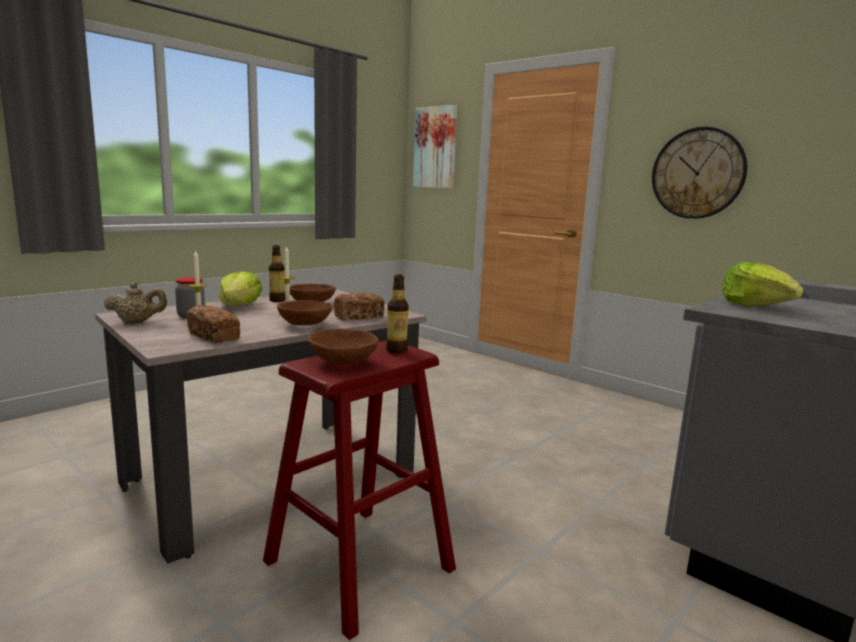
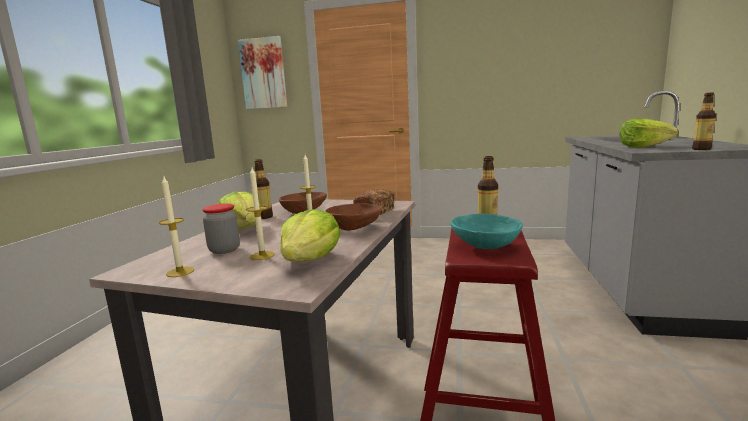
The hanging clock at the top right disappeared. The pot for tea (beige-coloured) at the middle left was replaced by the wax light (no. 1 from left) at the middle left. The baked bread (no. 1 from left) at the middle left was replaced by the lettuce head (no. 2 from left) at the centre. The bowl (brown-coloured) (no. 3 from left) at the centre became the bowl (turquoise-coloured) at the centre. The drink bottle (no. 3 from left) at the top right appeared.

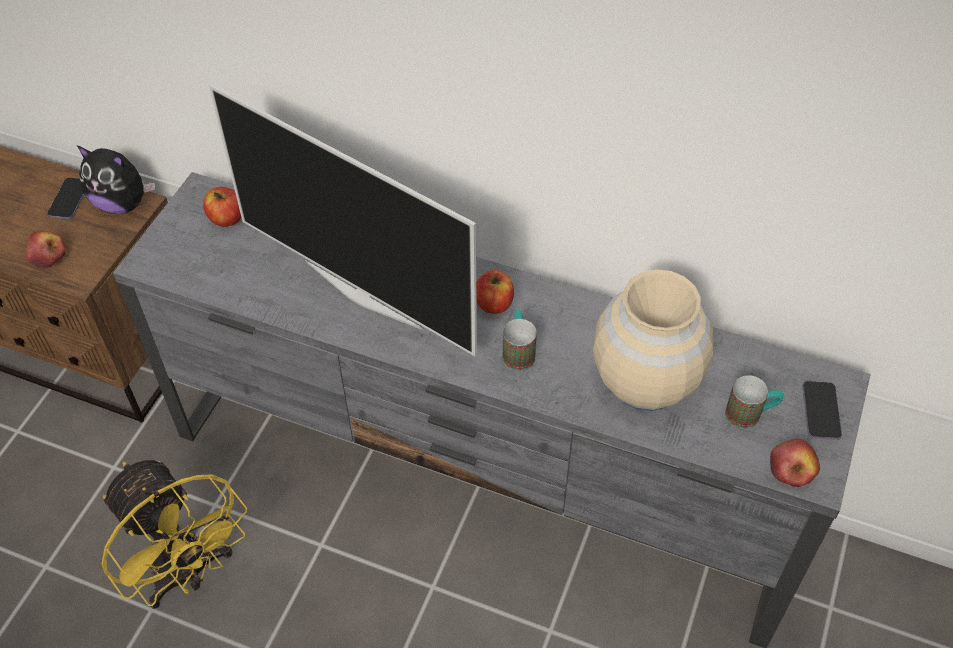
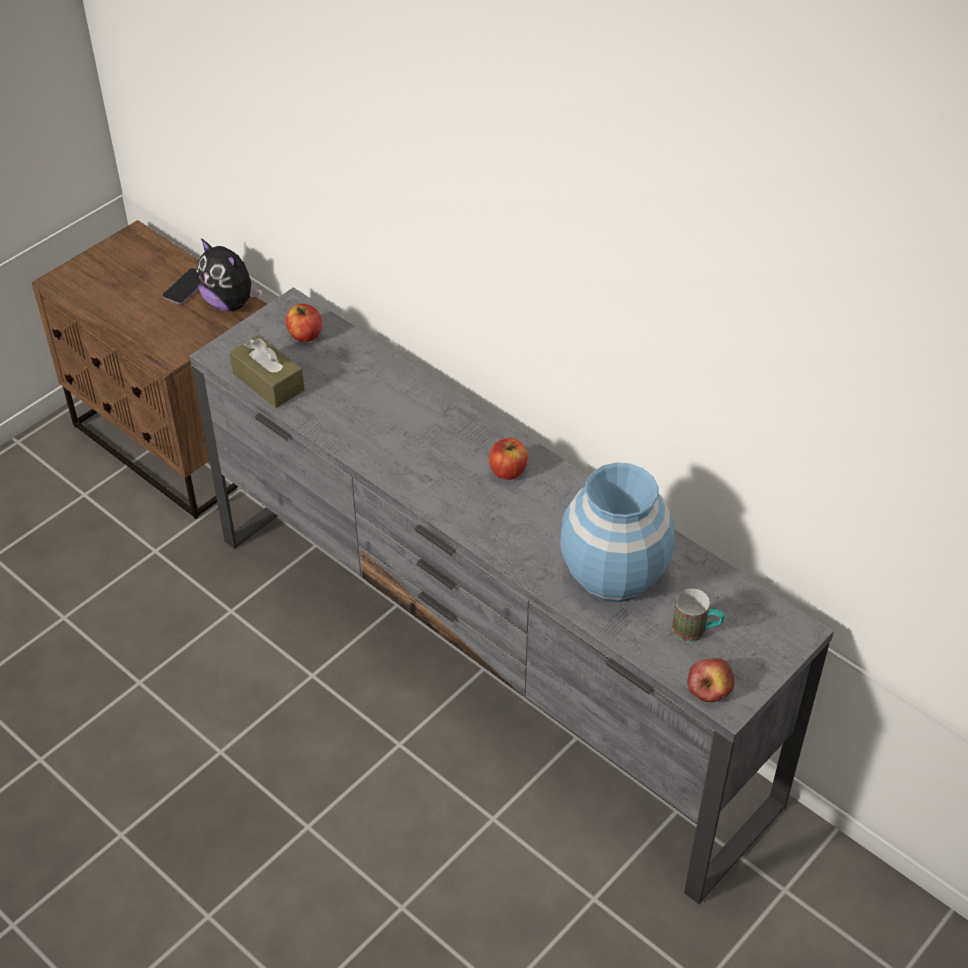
The TV set at the centre disappeared. The apple fruit (no. 1 from left) at the middle left disappeared. The vase (beige-coloured) at the middle right became the vase (blue-coloured) at the centre. The tea mug (no. 1 from left) at the centre disappeared. The telephone (no. 2 from left) at the middle right disappeared. The fan (yellow) at the bottom left disappeared. The tissue holder (brown-coloured) at the middle left appeared.

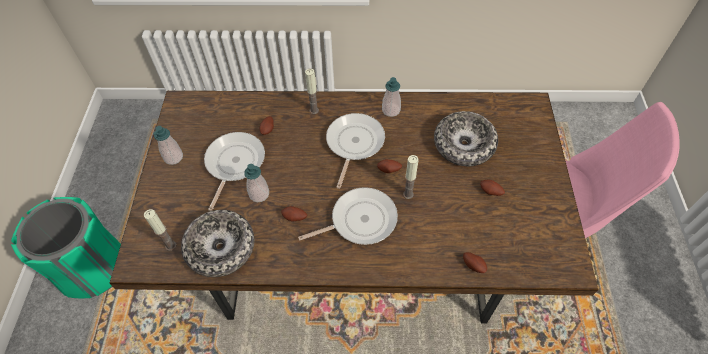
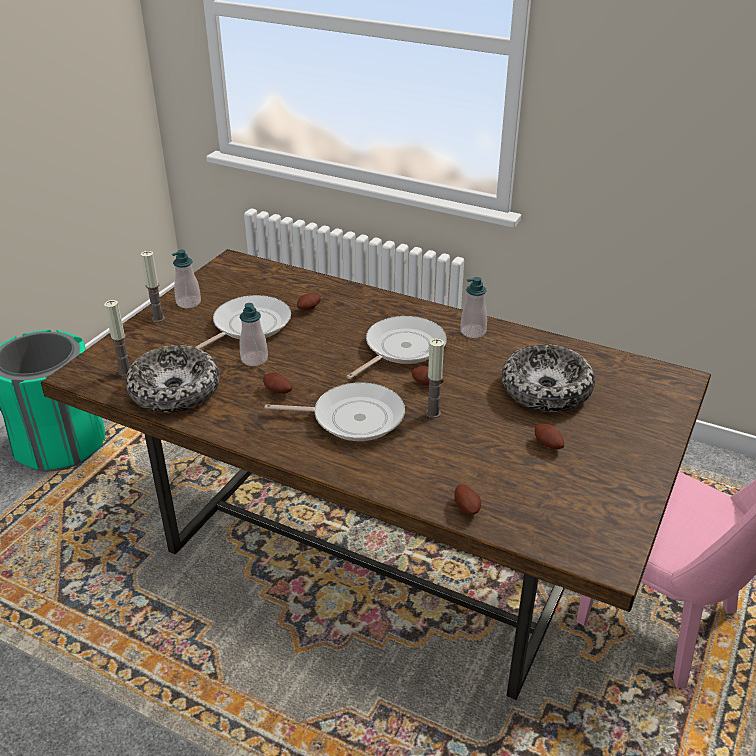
The wax light (no. 2 from left) moved from the top centre to the middle left.

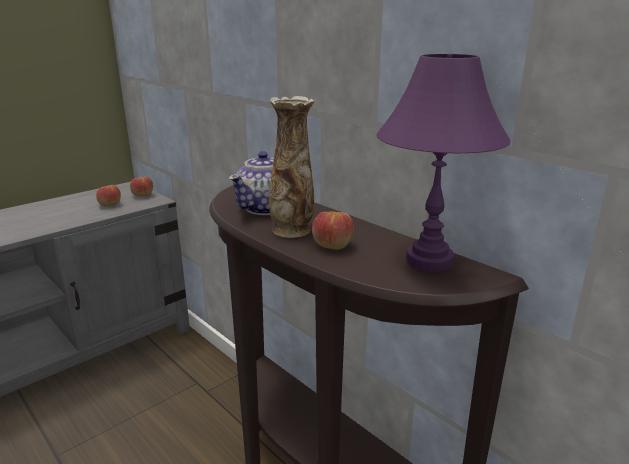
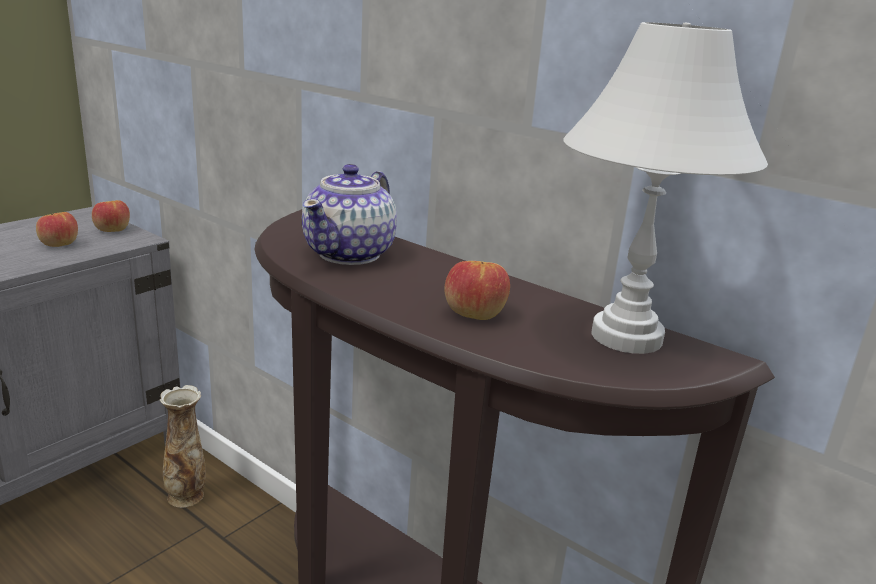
The tabletop lamp (purple-coloured) at the middle right became the tabletop lamp (whitish) at the top right. The vase moved from the centre to the bottom left.

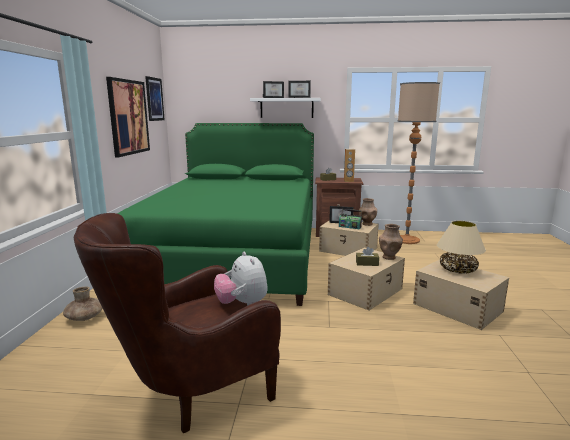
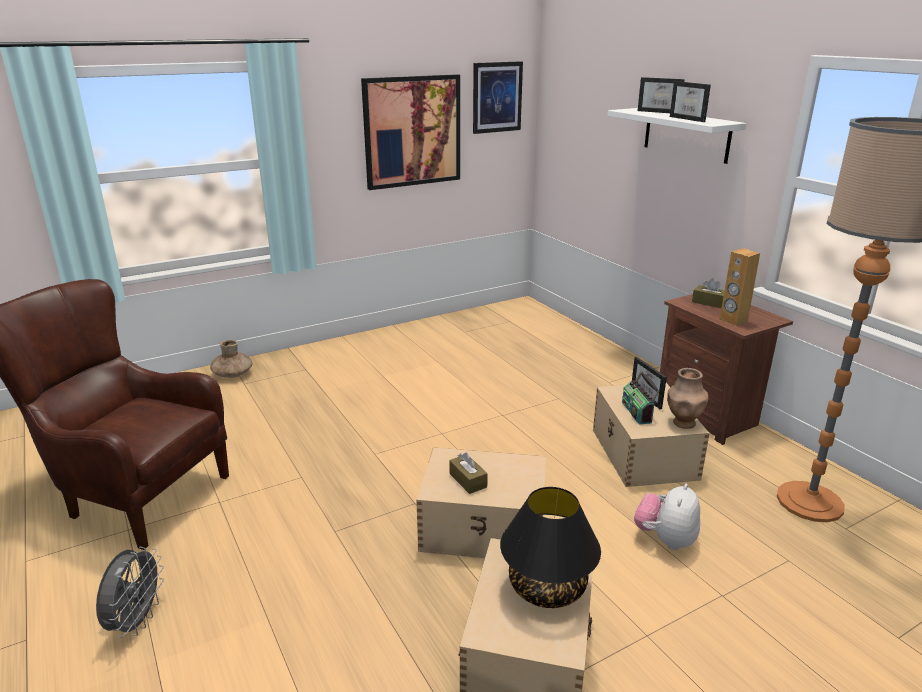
The sleeping bed (greenish) at the centre disappeared. The tabletop lamp (beige-coloured) at the middle right became the tabletop lamp (black) at the bottom centre. The vase (brown-coloured) (no. 3 from left) at the middle right disappeared. The plush toy moved from the centre to the bottom right. The fan (greyish) at the bottom left appeared.

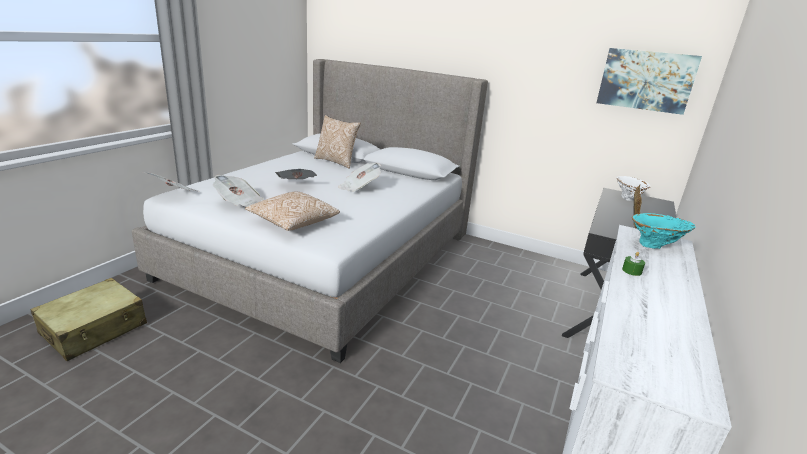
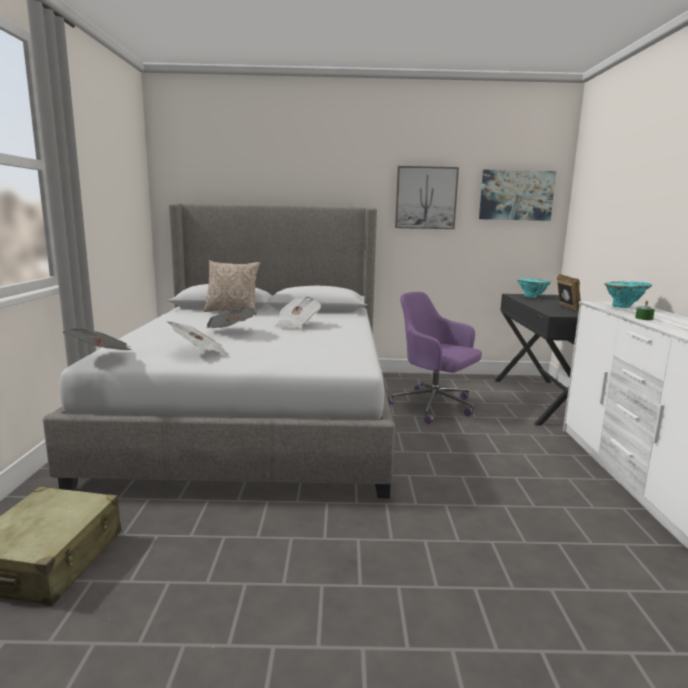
The vase (whitish) at the middle right became the vase (turquoise-coloured) (no. 1 from left) at the middle right. The throw pillow (no. 1 from left) at the centre disappeared. The wall art (no. 1 from left) at the top centre appeared. The computer chair (purple-coloured) at the centre appeared.

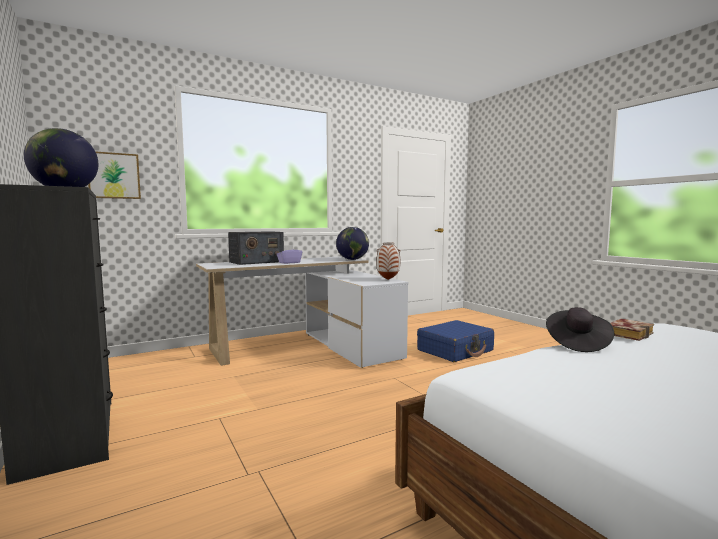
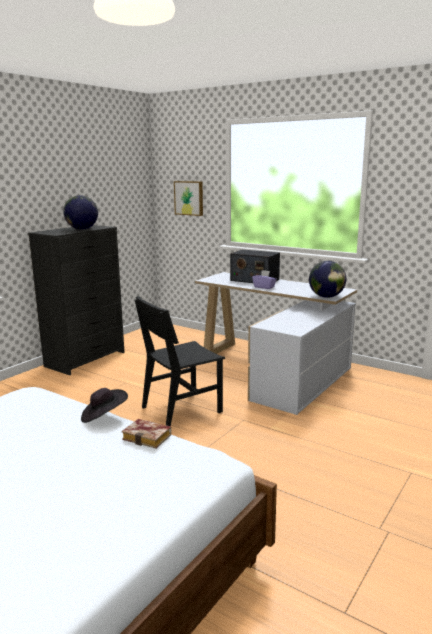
The vase at the centre disappeared. The piece of luggage (blue-coloured) at the centre disappeared. The plain chair (black) at the centre appeared.

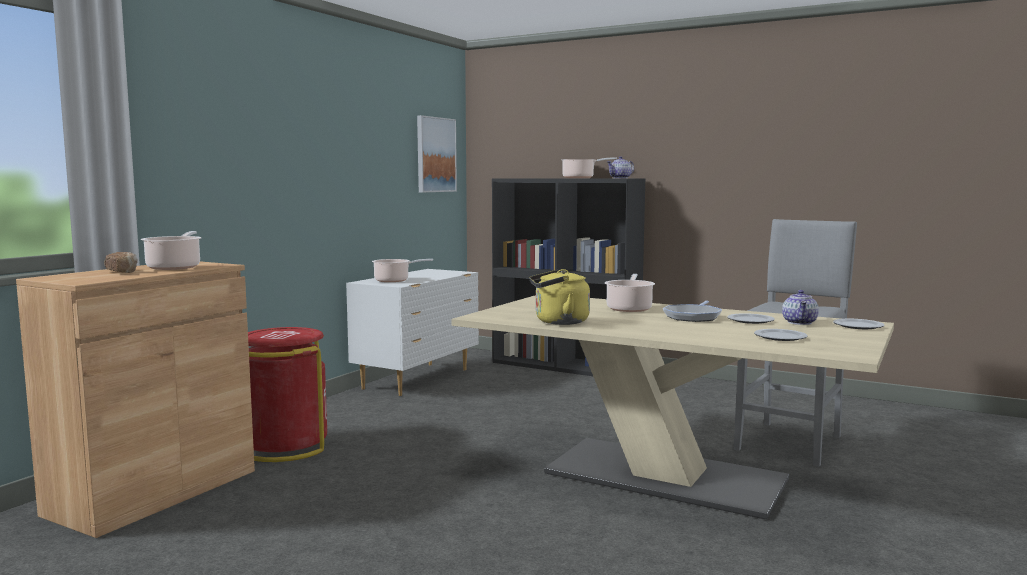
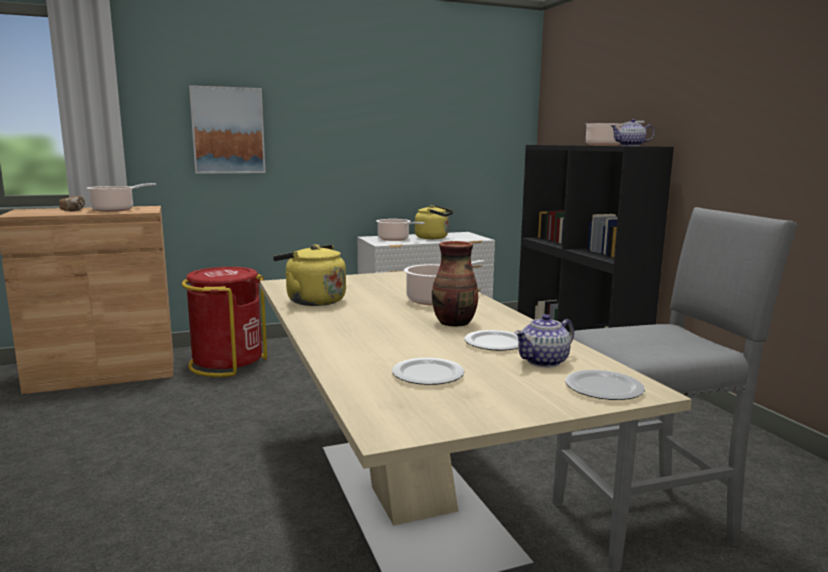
The wall art moved from the top centre to the top left. The pan at the middle right was replaced by the vase at the centre. The water kettle (yellow) (no. 2 from left) at the centre appeared.

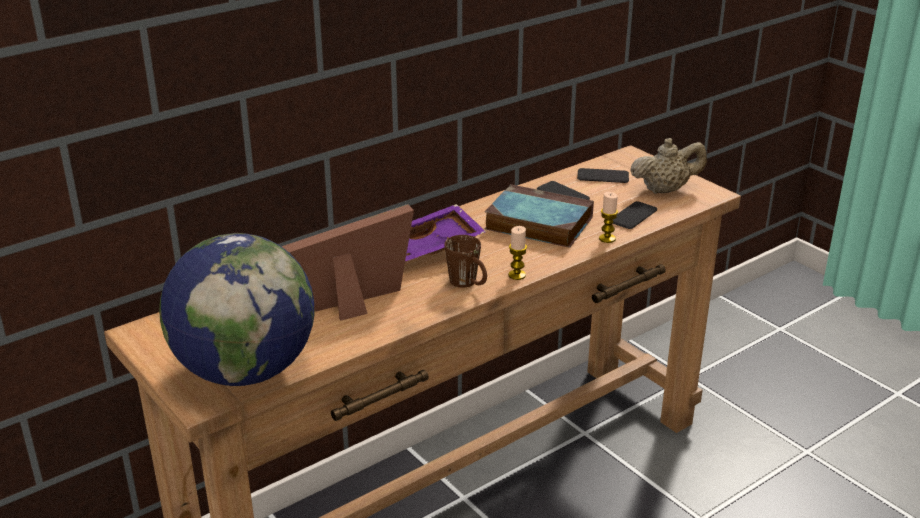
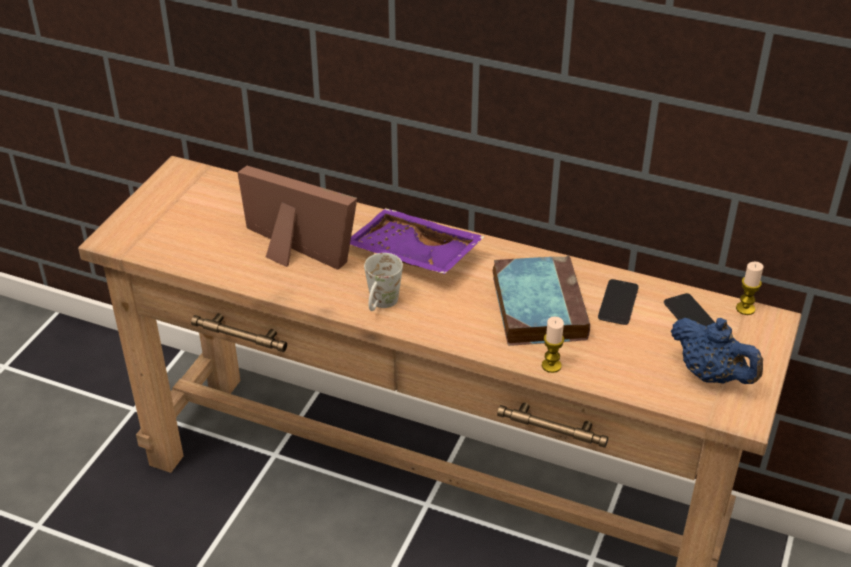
The pot for tea (beige-coloured) at the top right became the pot for tea (blue-coloured) at the middle right. The telephone (no. 3 from left) at the middle right disappeared. The wax light (no. 1 from left in the first image) moved from the centre to the middle right. The desk globe at the middle left disappeared. The tea mug (brown-coloured) at the centre became the tea mug (whitish) at the centre.

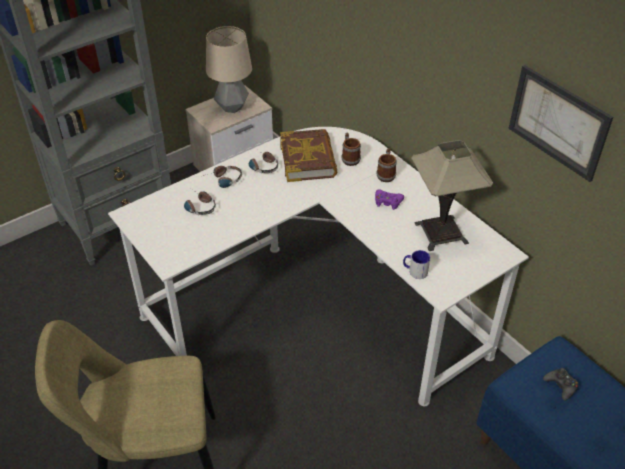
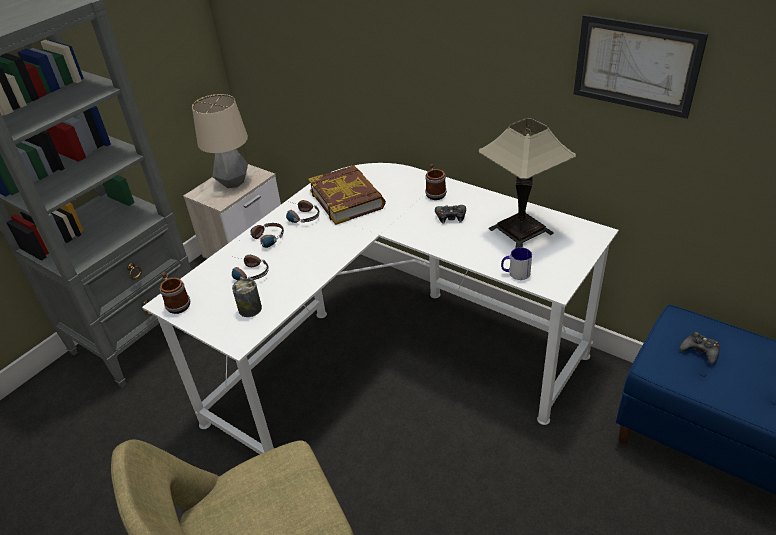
The tea mug (no. 1 from left) moved from the top centre to the middle left. The gamepad (purple-coloured) at the centre became the gamepad (black) (no. 1 from left) at the centre. The sealed can at the middle left appeared.

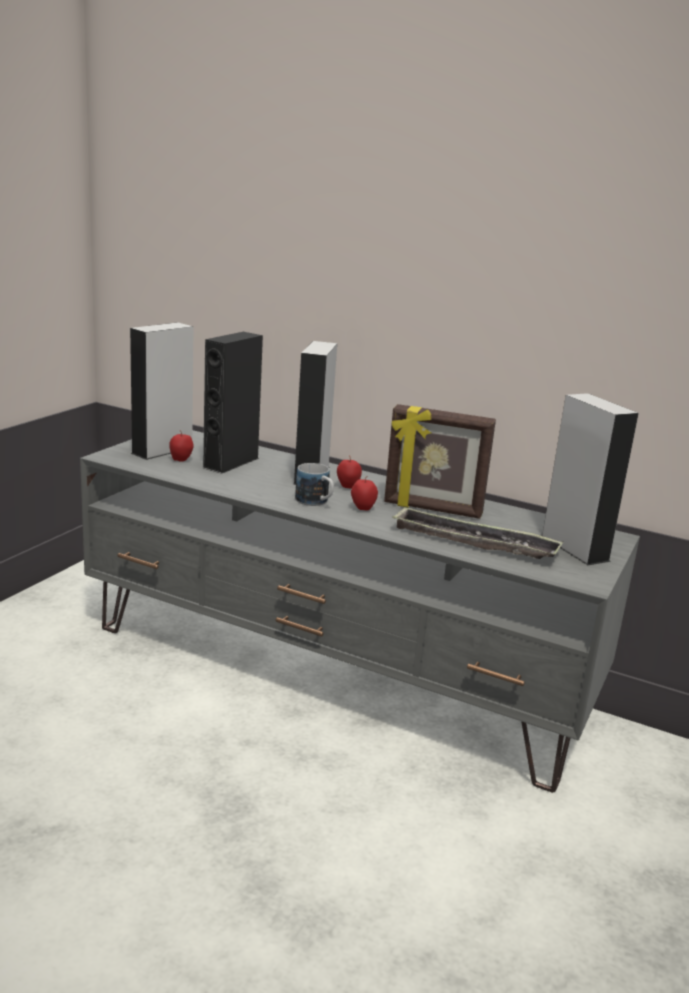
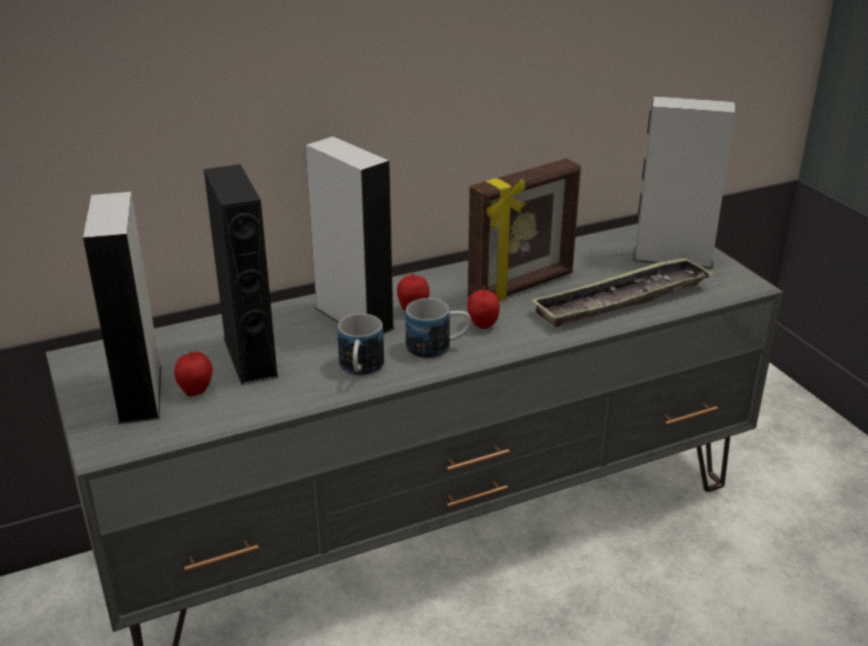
The tea mug (no. 1 from left) at the centre appeared.

